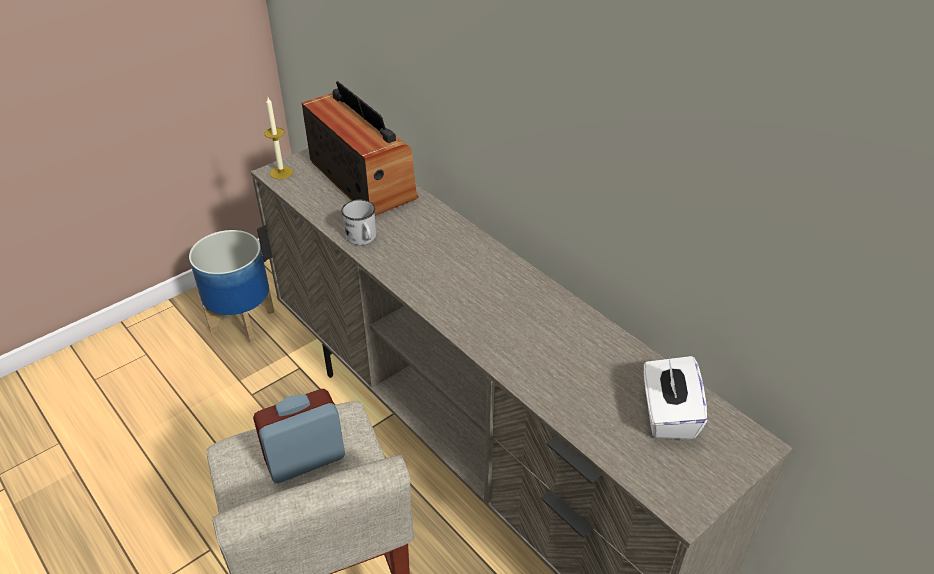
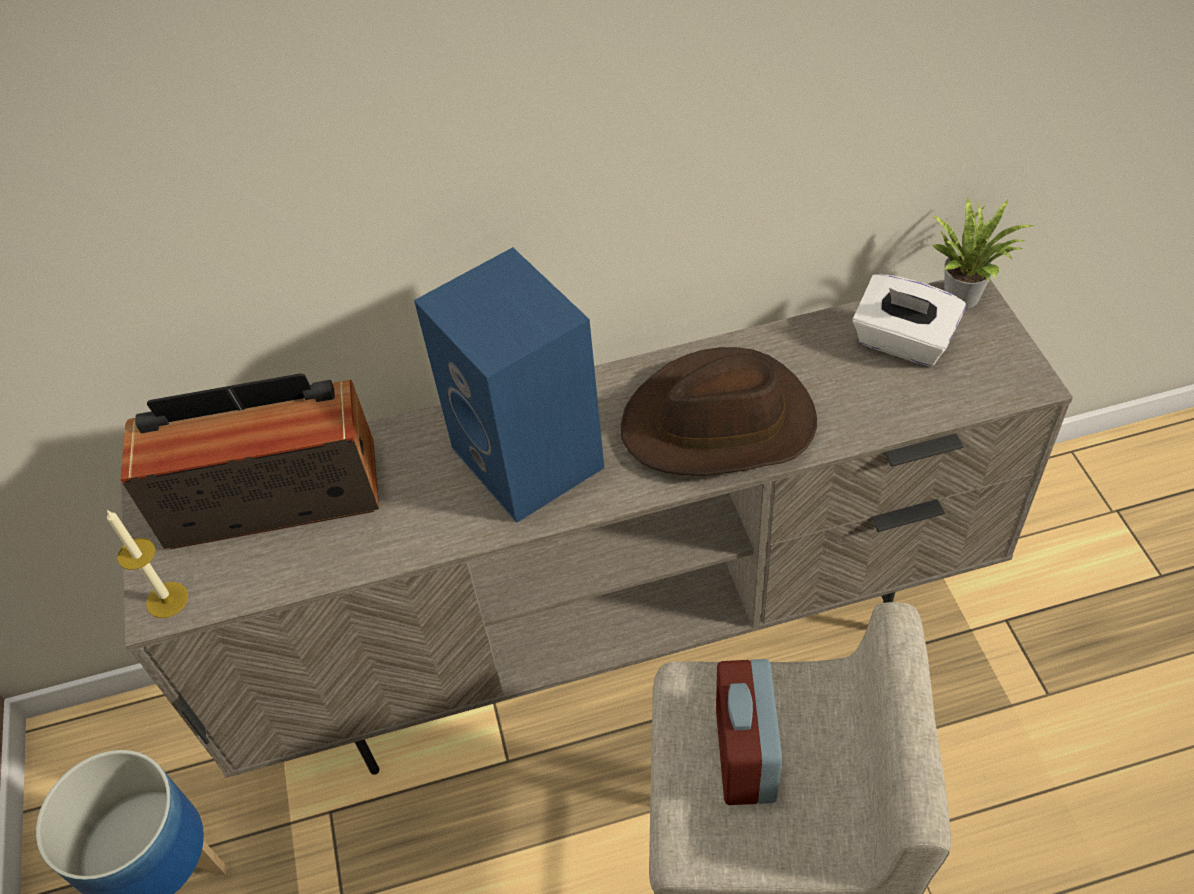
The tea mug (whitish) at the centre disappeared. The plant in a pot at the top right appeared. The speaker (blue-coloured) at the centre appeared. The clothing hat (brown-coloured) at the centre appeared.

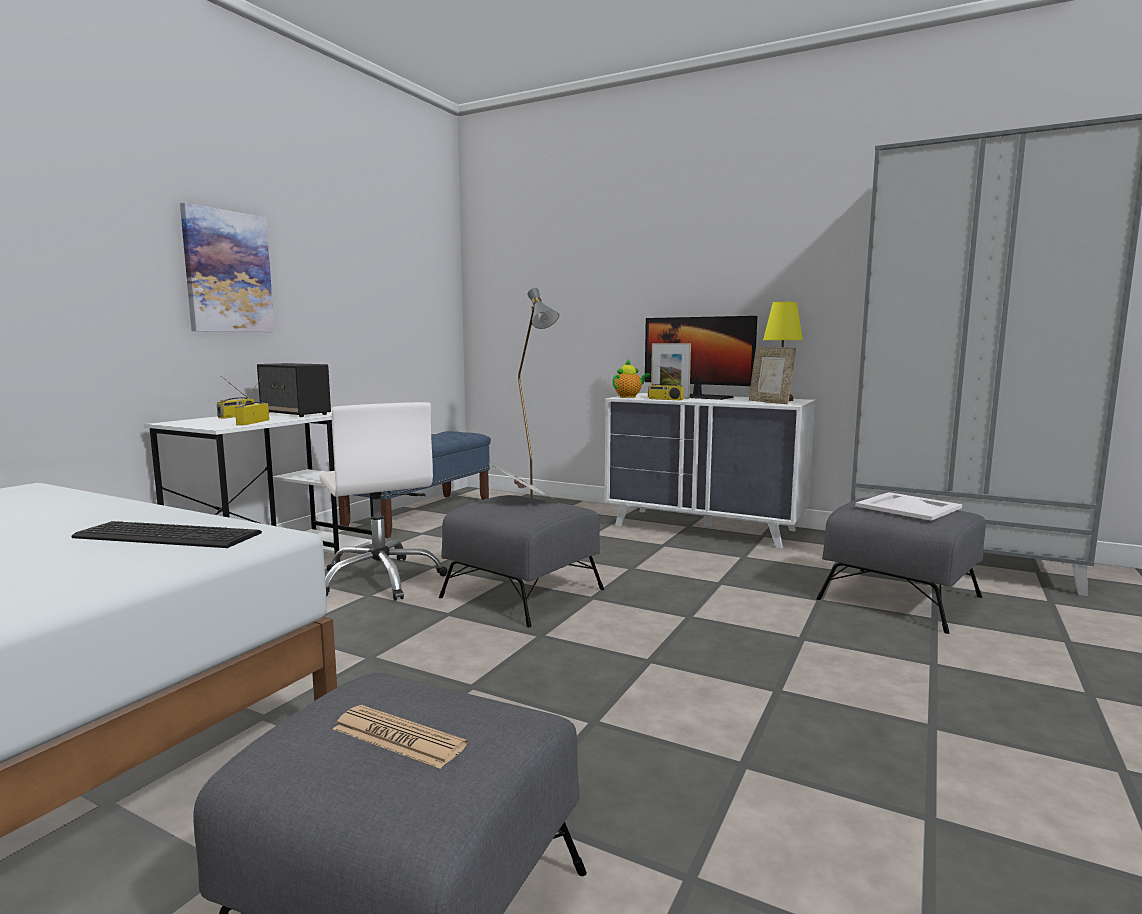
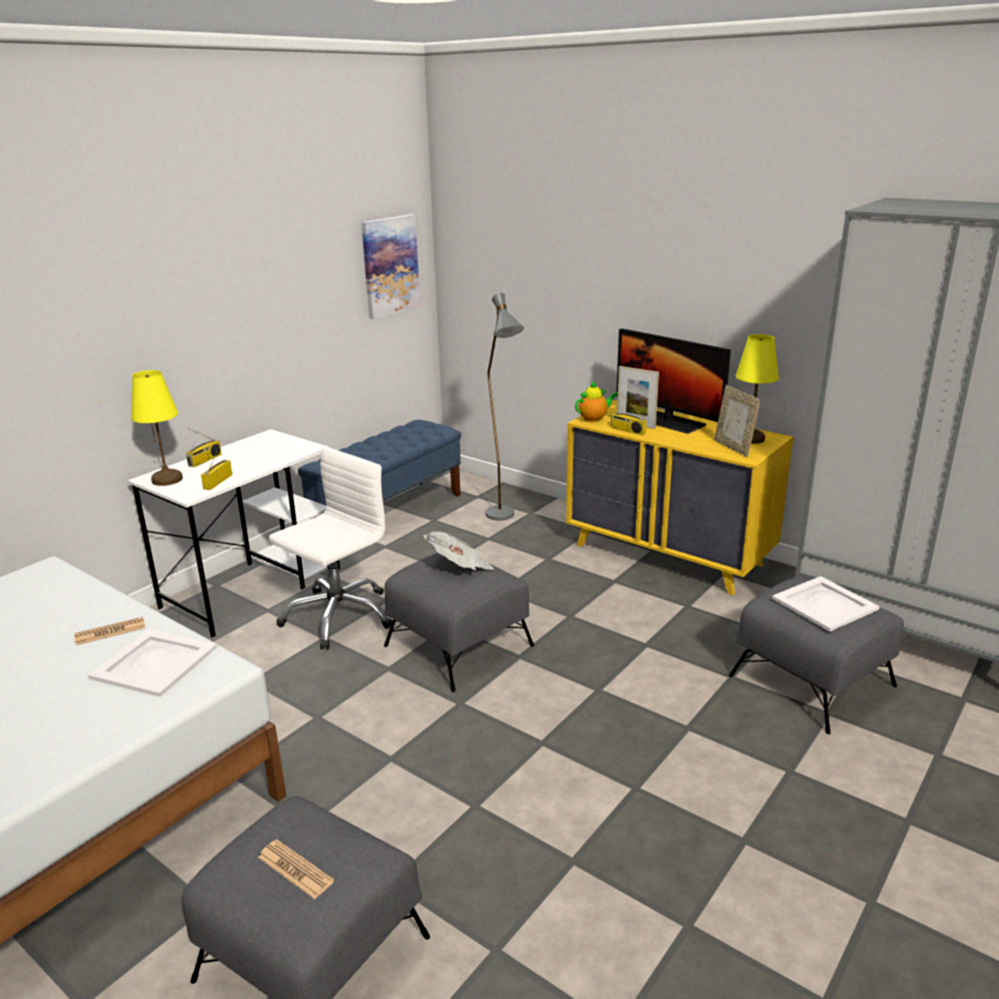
The wall art moved from the top left to the top centre. The speaker at the middle left disappeared. The drawer chest (whitish) at the centre became the drawer chest (yellow) at the middle right. The computer chair (whitish) at the centre turned 120 degrees counterclockwise. The keyboard at the middle left was replaced by the serving tray (whitish) (no. 1 from left) at the middle left. The tabletop lamp (yellow) (no. 1 from left) at the middle left appeared. The daily paper (no. 1 from left) at the middle left appeared.

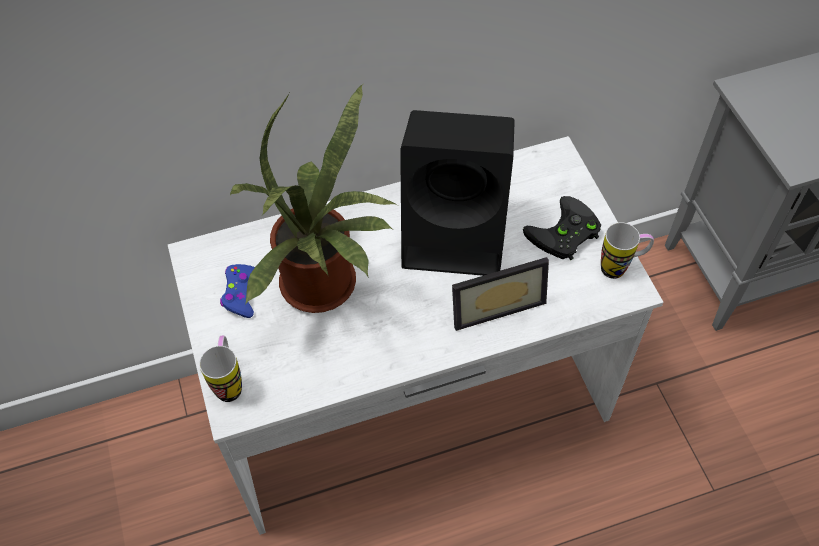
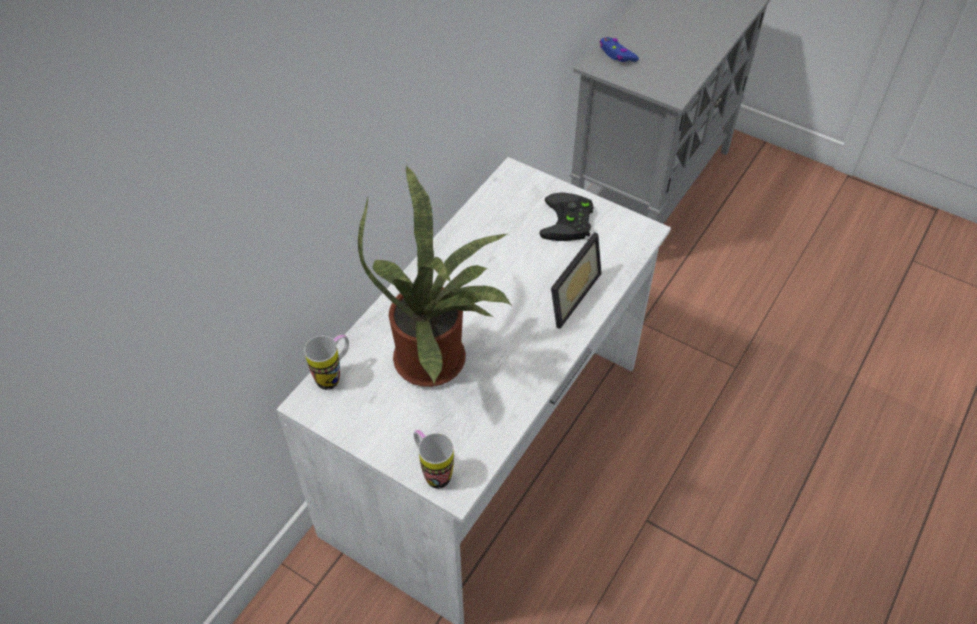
The speaker (black) at the centre disappeared. The tea mug (no. 2 from left in the first image) moved from the middle right to the centre. The gamepad (blue-coloured) moved from the middle left to the top centre.

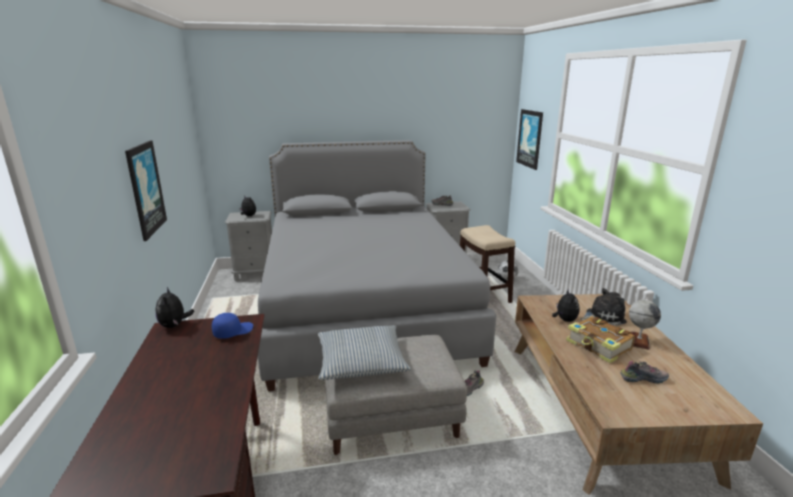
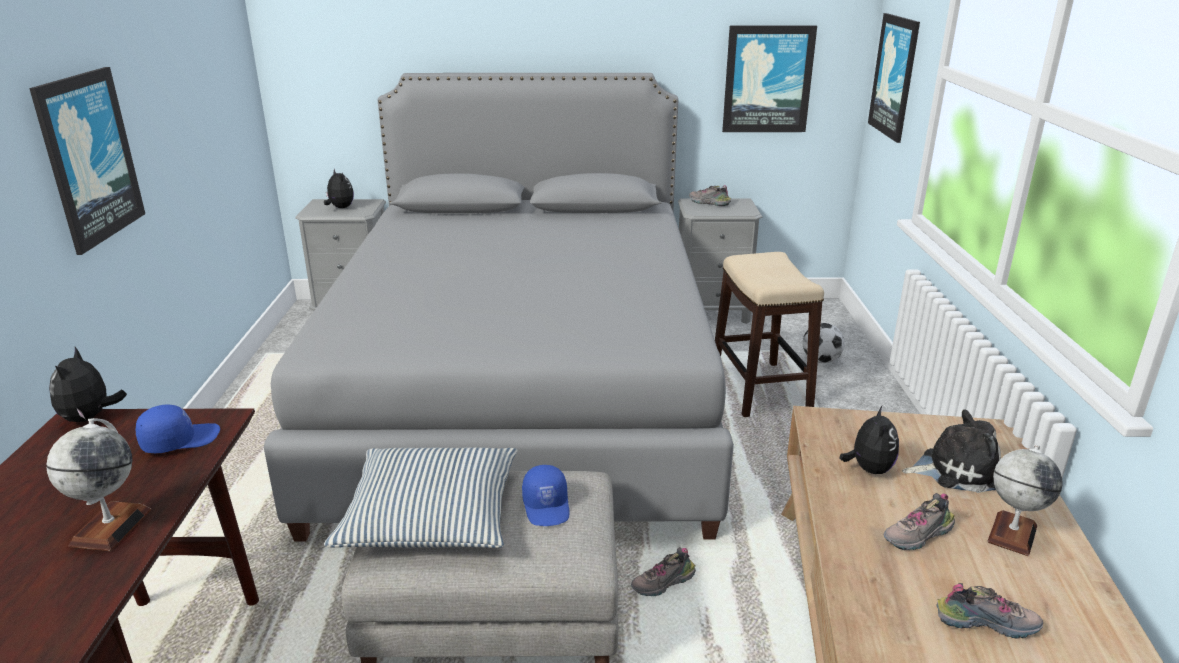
The book at the bottom right was replaced by the item of footwear (no. 3 from left) at the bottom right. The wall art (no. 2 from left) at the top centre appeared. The desk globe (no. 1 from left) at the bottom left appeared. The cap (blue-coloured) (no. 2 from left) at the bottom centre appeared.

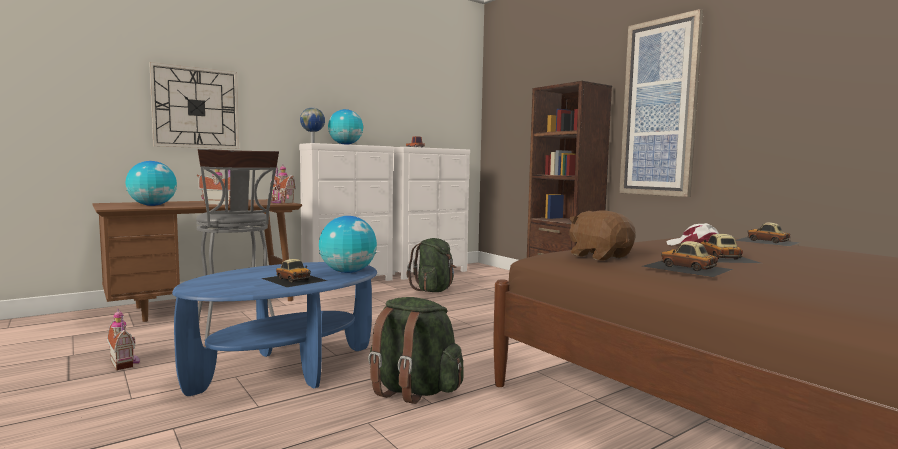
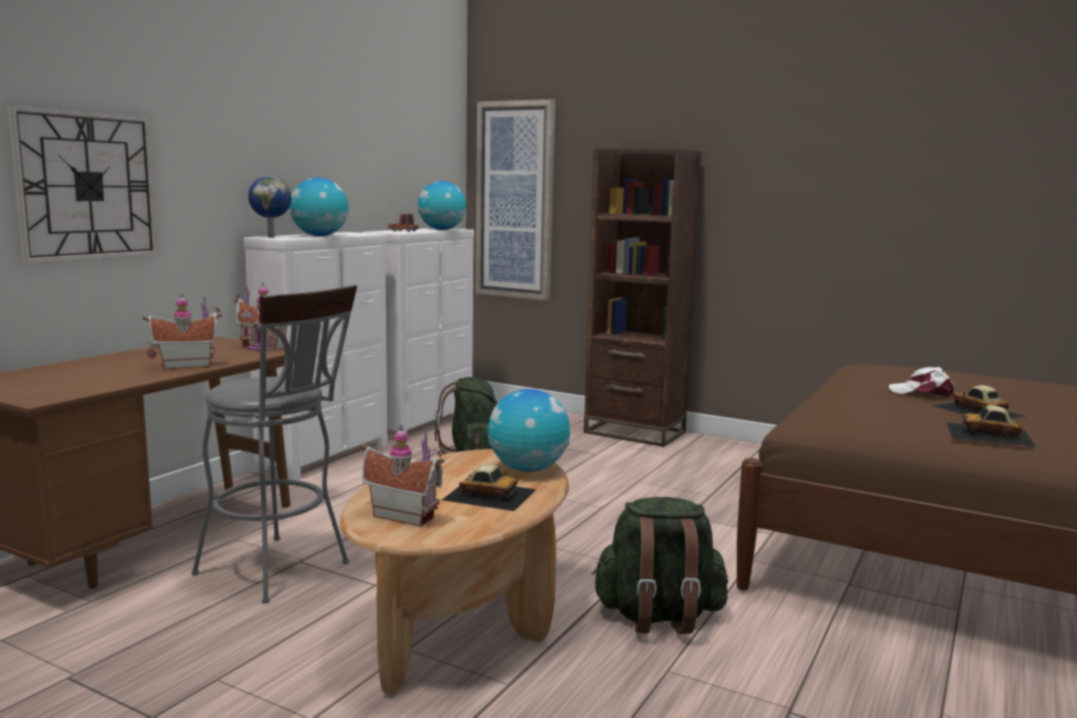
The wall art moved from the top right to the top centre. The desk globe (no. 1 from left in the first image) moved from the middle left to the top centre. The plush toy (brown-coloured) at the middle right disappeared. The miniature car (no. 4 from left) at the middle right disappeared. The low table (blue-coloured) at the bottom left became the low table (brown-coloured) at the bottom centre. The miniature house (no. 1 from left in the first image) moved from the bottom left to the centre.

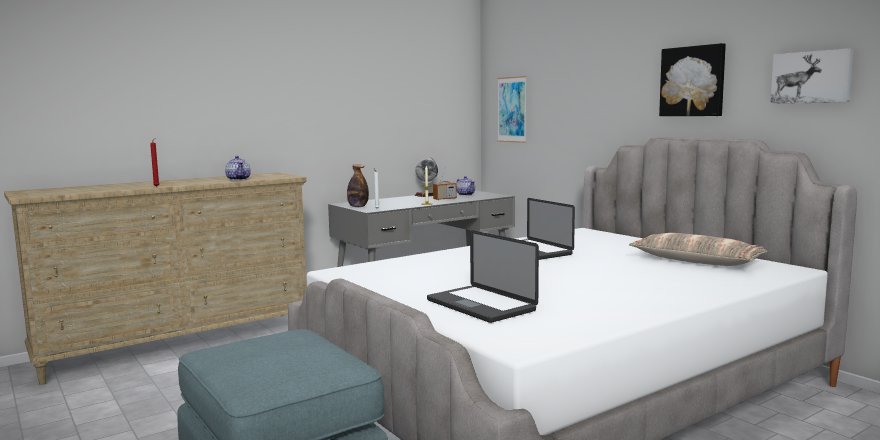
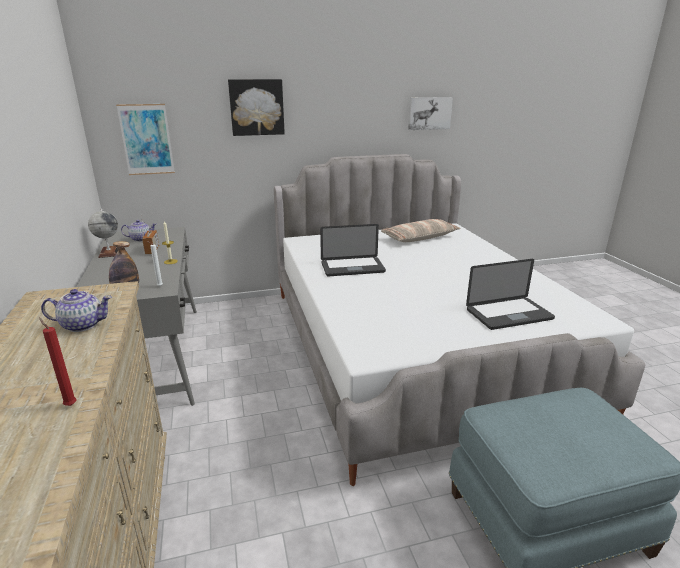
The wall art (no. 2 from left) moved from the top right to the top centre.

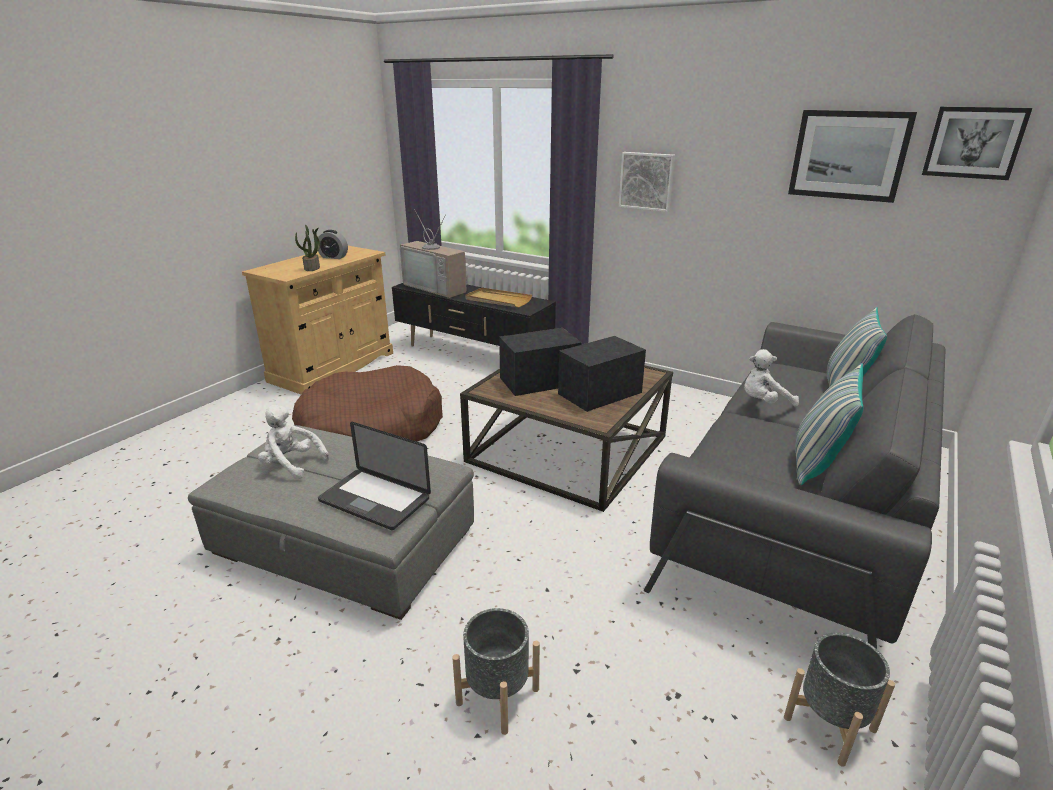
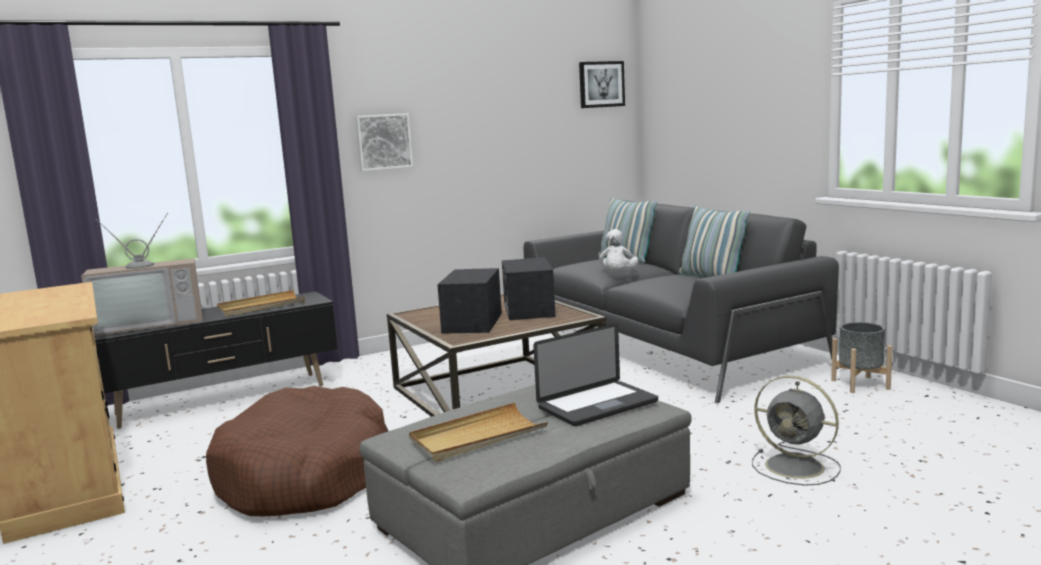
The wall art (no. 2 from left) at the top right disappeared. The plant in a pot at the top left disappeared. The alarm clock at the top left disappeared. The plush toy (whitish) (no. 1 from left) at the middle left was replaced by the serving tray (beige-coloured) (no. 2 from left) at the bottom centre. The plant pot (greyish) (no. 1 from left) at the bottom centre was replaced by the fan (greyish) at the bottom right.

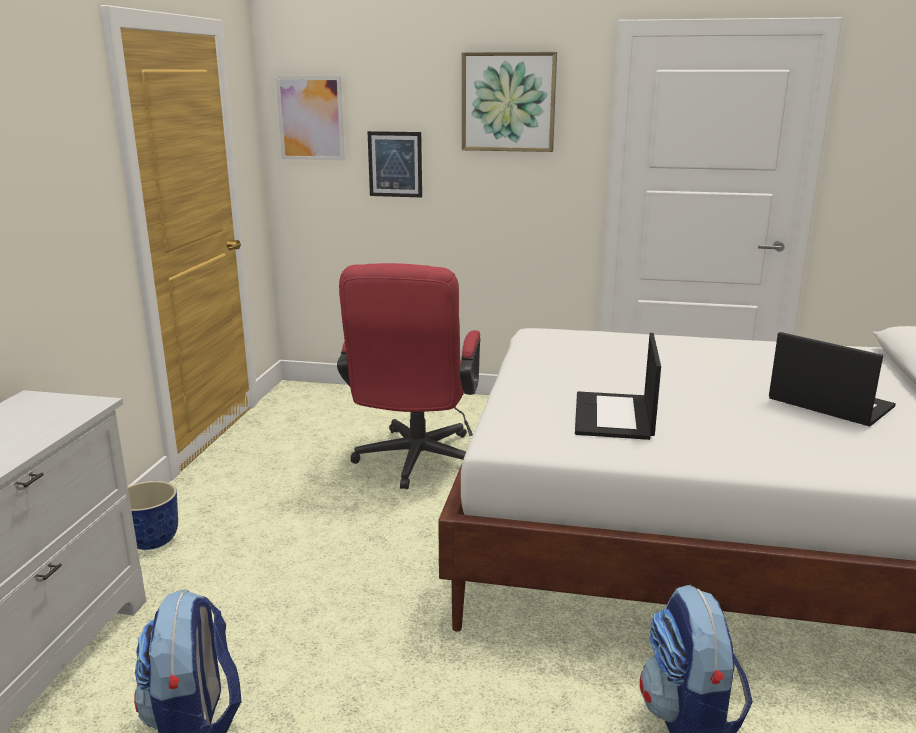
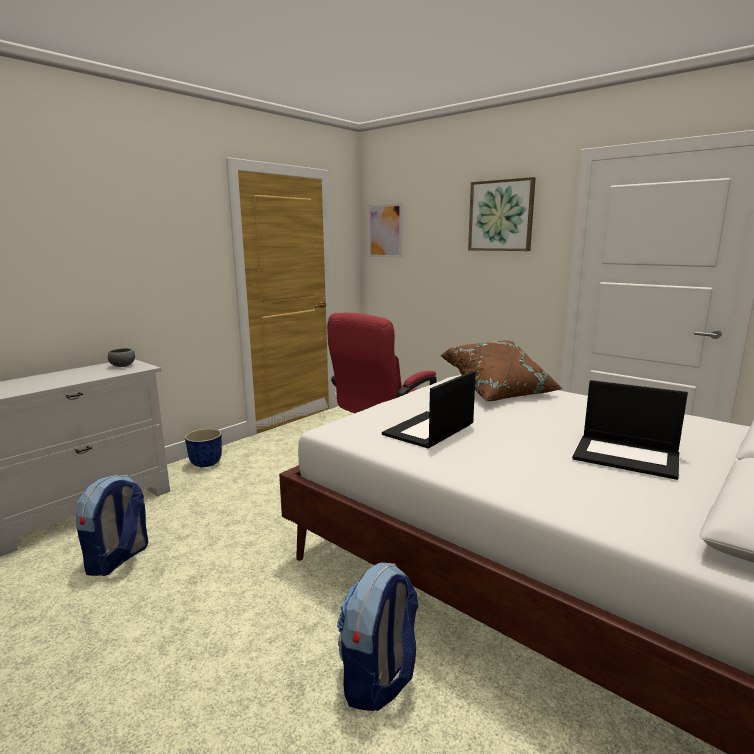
The wall art (no. 2 from left) at the top centre disappeared. The laptop (no. 2 from left) at the middle right turned 135 degrees clockwise. The throw pillow (brown-coloured) at the centre appeared. The bowl (greyish) at the middle left appeared.

